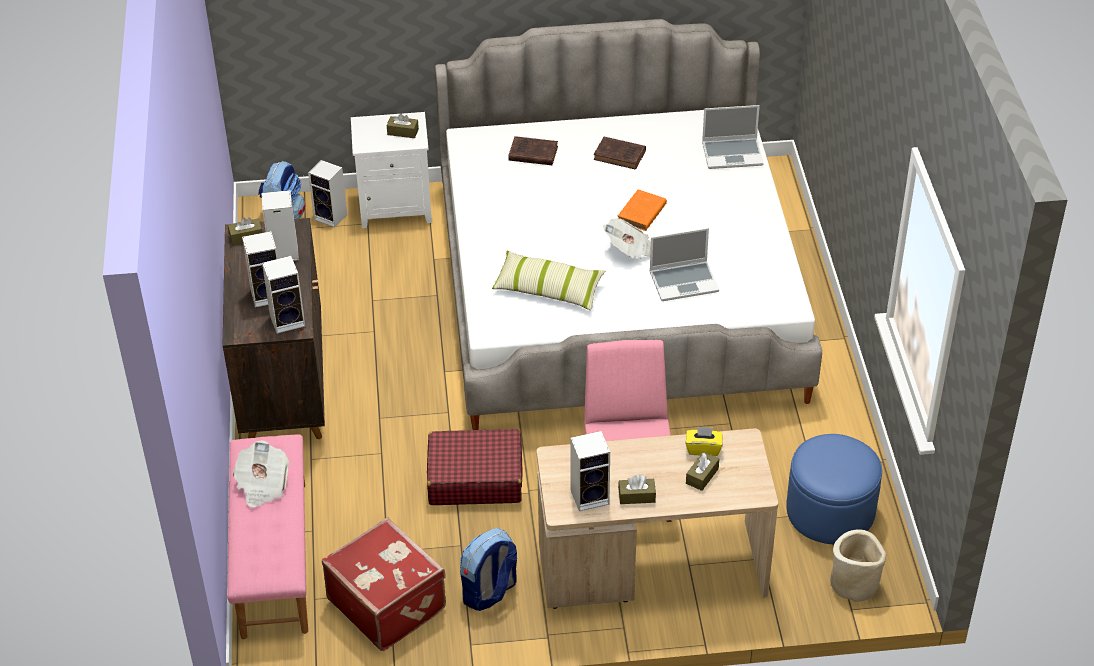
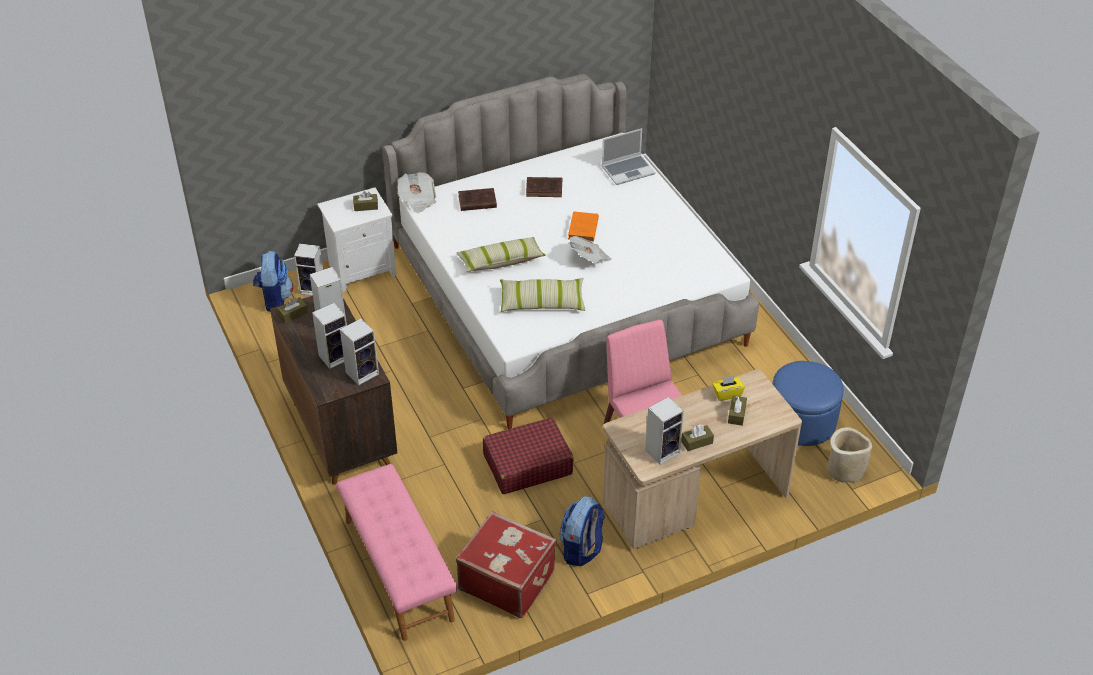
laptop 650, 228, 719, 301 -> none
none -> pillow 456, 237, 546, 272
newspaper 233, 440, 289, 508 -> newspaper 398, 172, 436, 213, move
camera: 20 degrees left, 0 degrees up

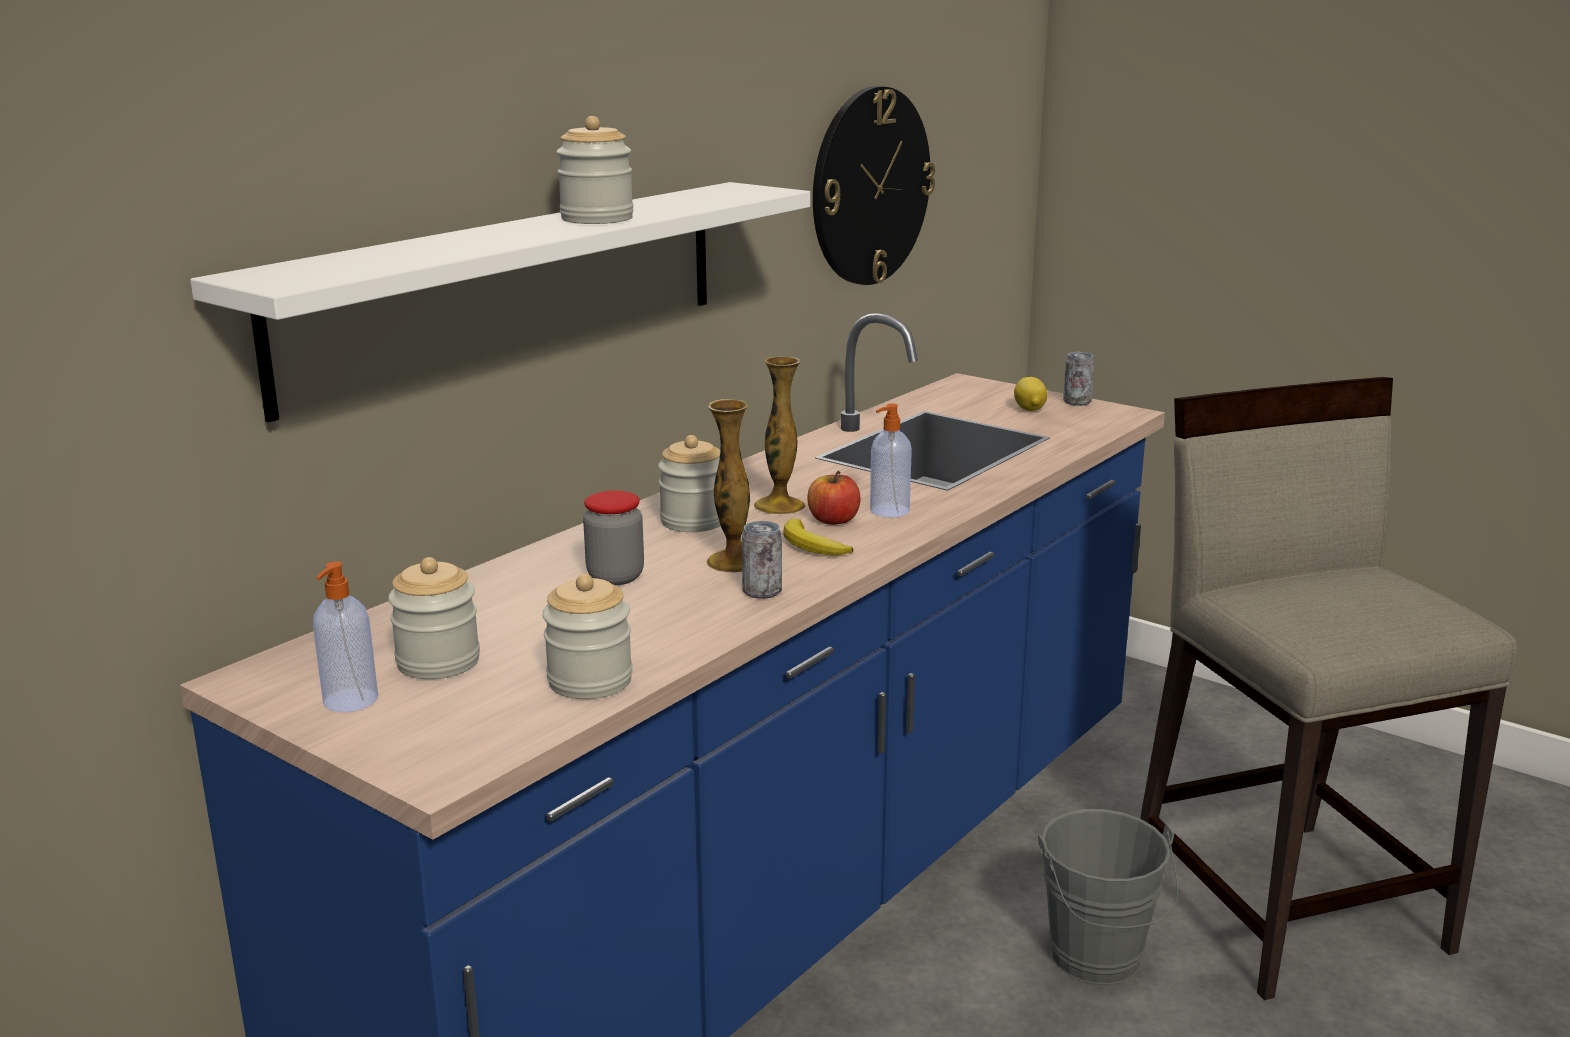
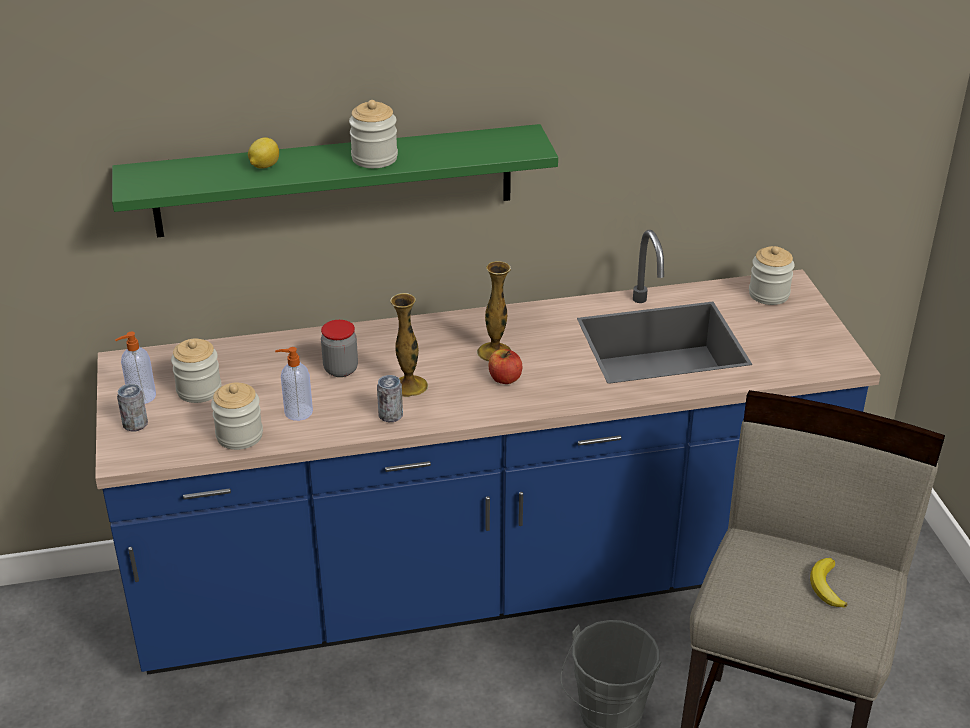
wall clock 813, 86, 935, 285 -> none
jar 658, 435, 721, 532 -> jar 749, 246, 795, 305, move
banana 783, 519, 853, 555 -> banana 810, 558, 848, 608, move
soap dispenser 870, 403, 912, 517 -> soap dispenser 275, 347, 313, 421, move
lemon 1014, 377, 1047, 411 -> lemon 248, 137, 279, 169, move
can 1063, 352, 1095, 406 -> can 117, 384, 148, 431, move
white shelf 190, 182, 810, 423 -> green shelf 112, 124, 558, 238
camera: 40 degrees right, 15 degrees up

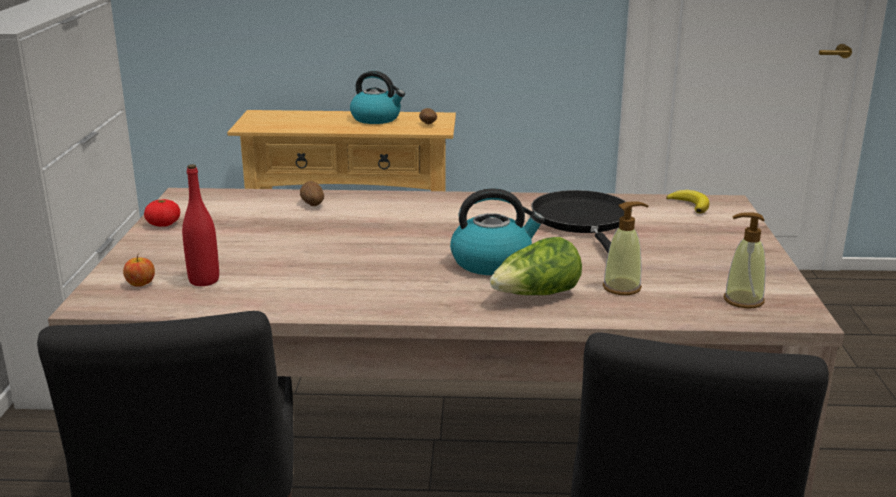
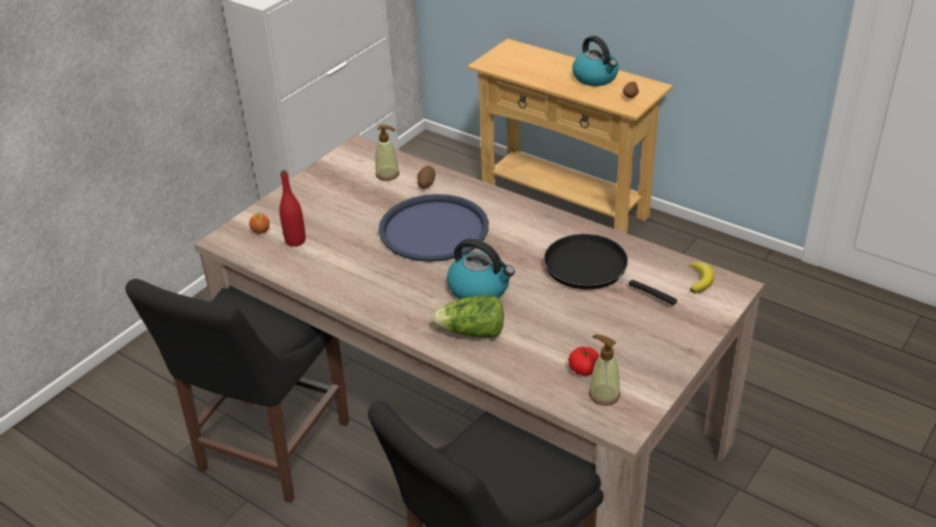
none -> blue tray 379, 194, 489, 262
tomato 144, 199, 180, 227 -> tomato 568, 346, 599, 376, move
soap dispenser 603, 201, 648, 295 -> soap dispenser 375, 125, 399, 181, move
black frying pan 531, 190, 632, 253 -> black frying pan 544, 234, 677, 305, 75 degrees counterclockwise
camera: 35 degrees right, 15 degrees up

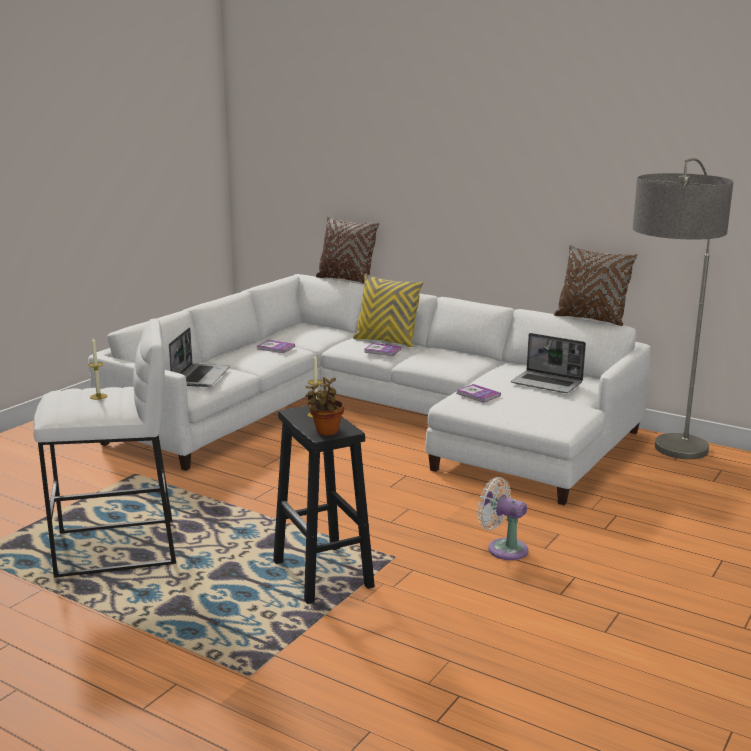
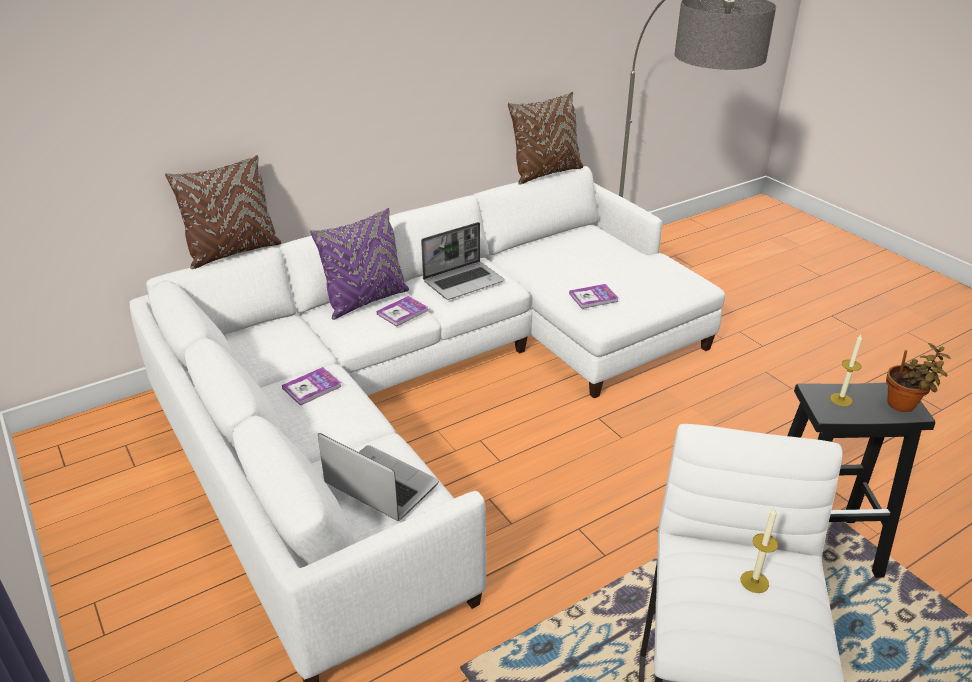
white fan 477, 477, 528, 560 -> none
laptop 511, 333, 586, 393 -> laptop 421, 222, 505, 300, move
yellow pillow 353, 274, 423, 347 -> purple pillow 310, 208, 409, 320
camera: 65 degrees left, 15 degrees up

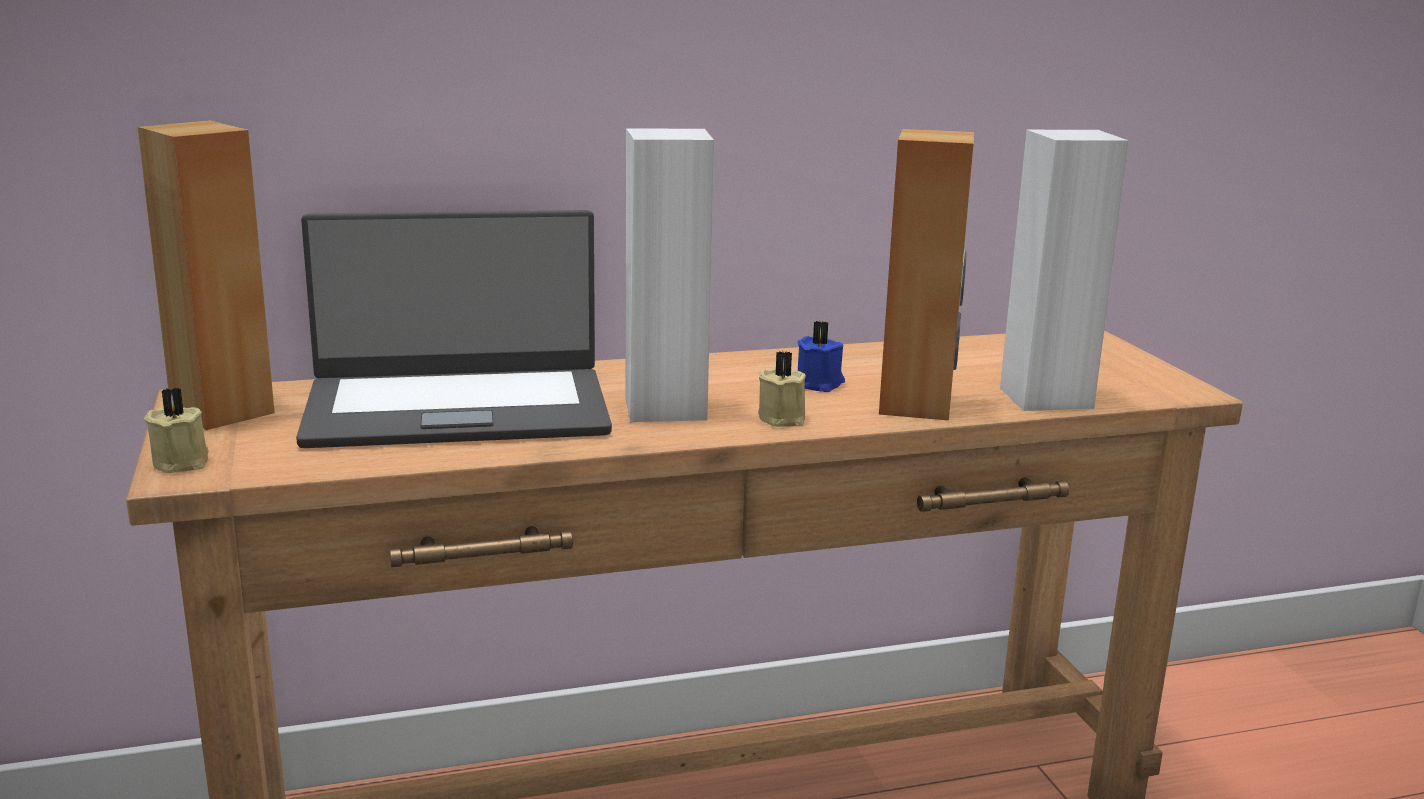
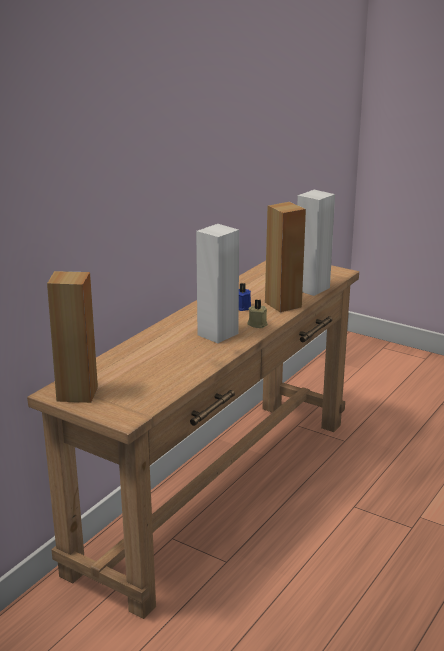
beige candle 144, 387, 209, 473 -> none
laptop 296, 210, 612, 448 -> none
camera: 40 degrees left, 5 degrees up

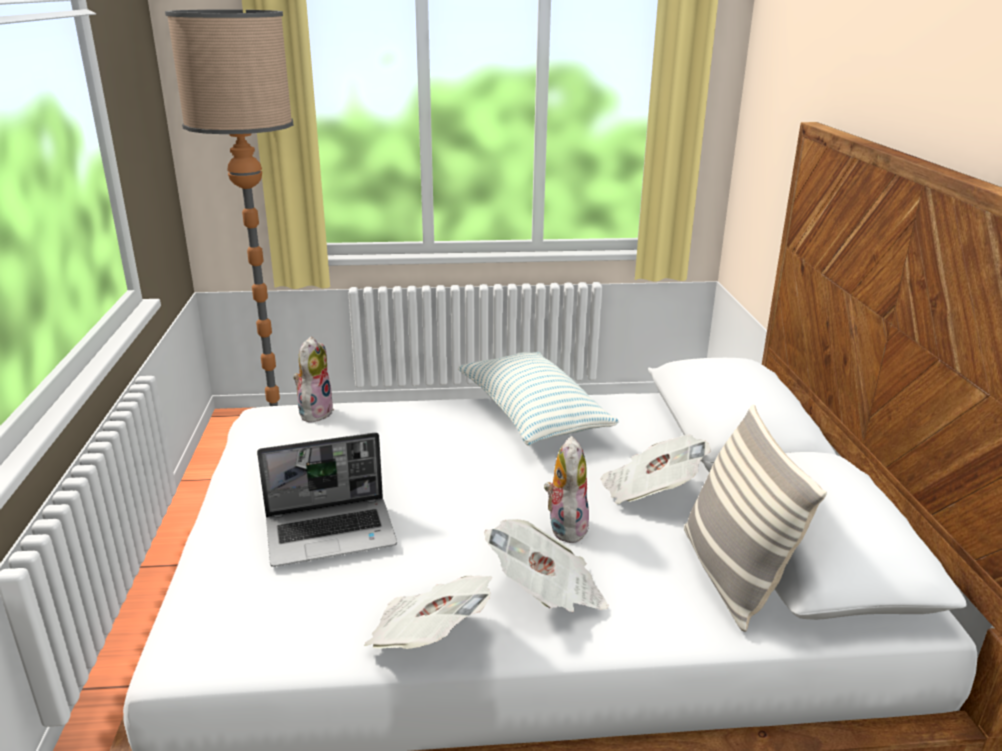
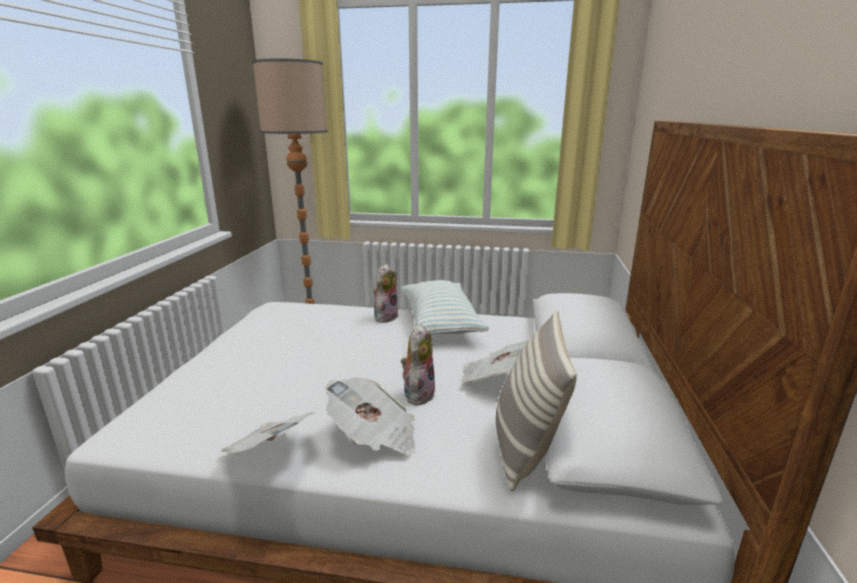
laptop 257, 432, 397, 567 -> none
plush toy 293, 336, 334, 423 -> plush toy 373, 264, 398, 323, move
camera: 15 degrees right, 5 degrees down

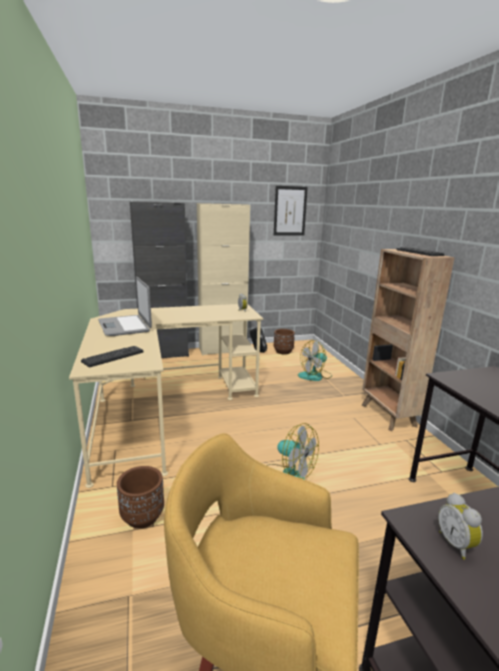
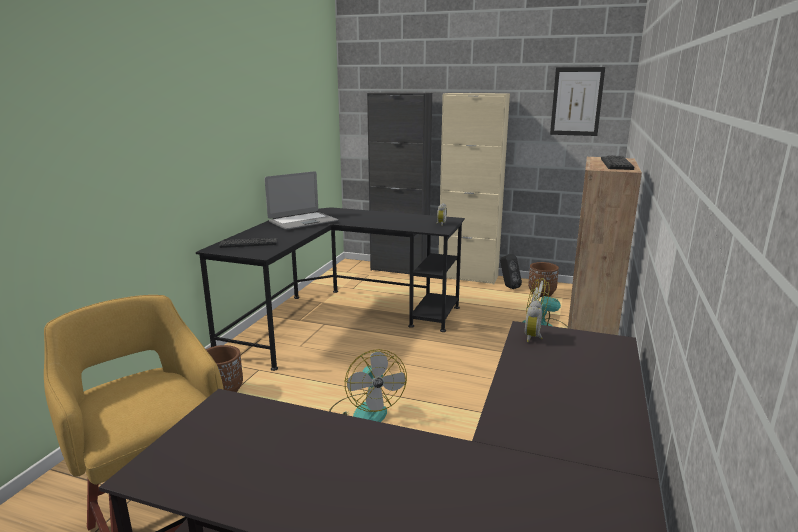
alarm clock 438, 493, 483, 560 -> alarm clock 525, 300, 543, 342, move
beige desk 69, 304, 263, 488 -> black desk 196, 207, 465, 371
laptop 98, 277, 152, 336 -> laptop 265, 171, 338, 229, 135 degrees counterclockwise
camera: 35 degrees right, 0 degrees up

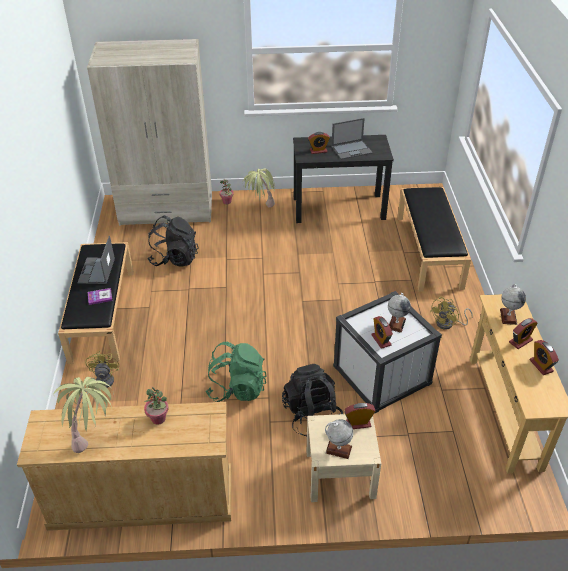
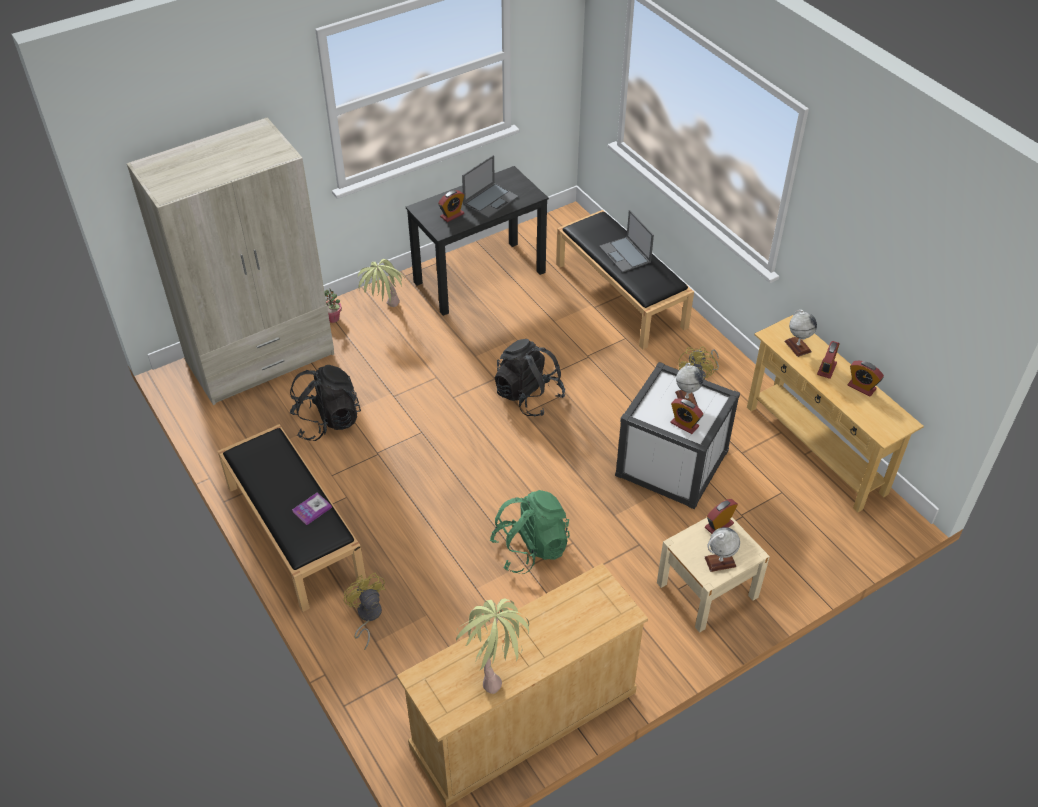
potted plant 144, 387, 169, 425 -> none
laptop 77, 236, 115, 284 -> laptop 599, 210, 654, 273, move
black backpack 282, 364, 343, 436 -> black backpack 495, 339, 565, 417, move
camera: 30 degrees left, 5 degrees up

